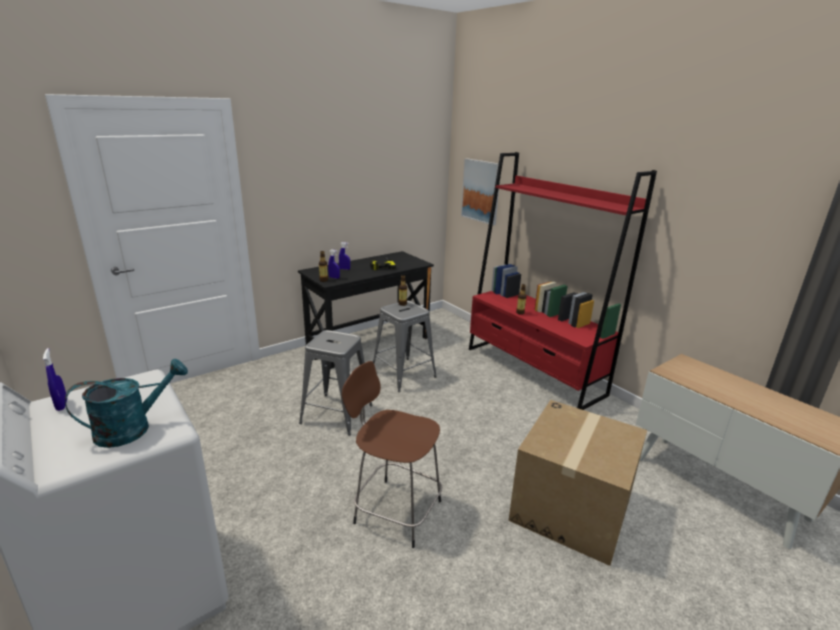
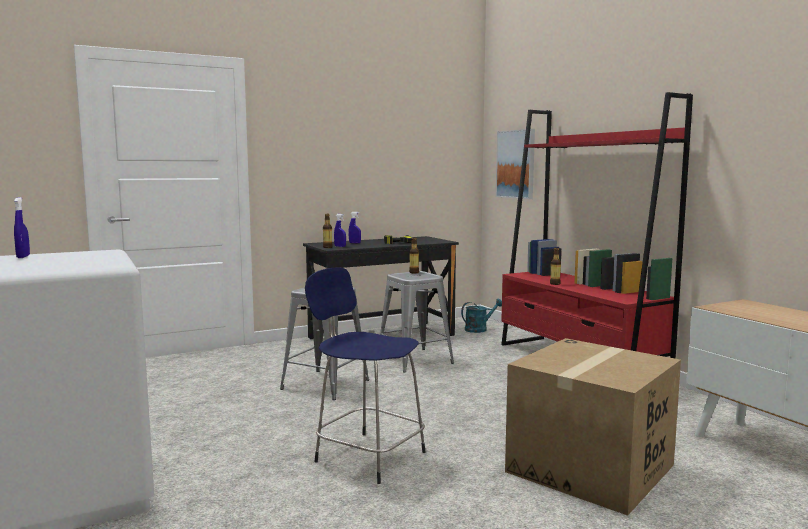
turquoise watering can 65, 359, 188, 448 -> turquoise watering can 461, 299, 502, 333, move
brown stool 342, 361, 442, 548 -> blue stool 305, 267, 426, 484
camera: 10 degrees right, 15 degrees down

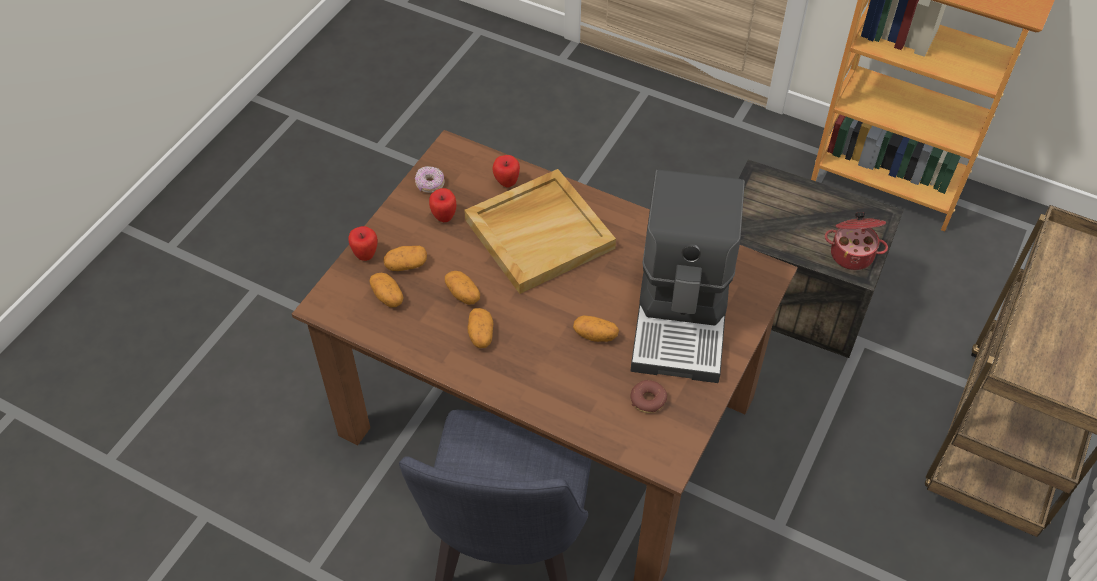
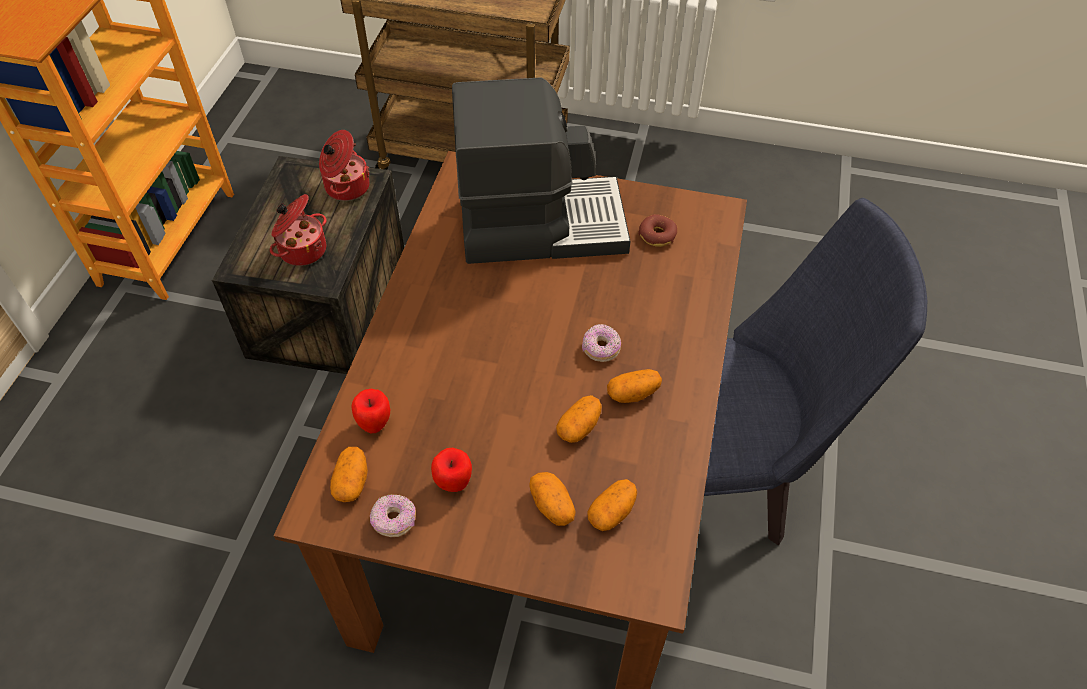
apple 349, 226, 378, 261 -> none
beige tray 464, 169, 616, 294 -> none
none -> cooking pot 270, 194, 327, 266
none -> donut 582, 324, 621, 362
potato 573, 315, 619, 342 -> potato 330, 447, 368, 502, move
camera: 105 degrees left, 0 degrees up

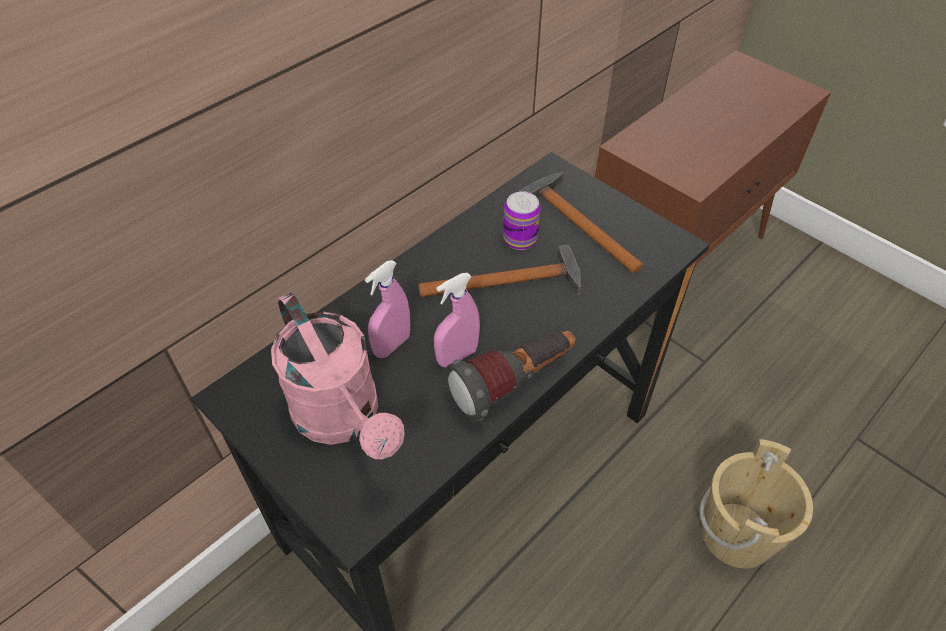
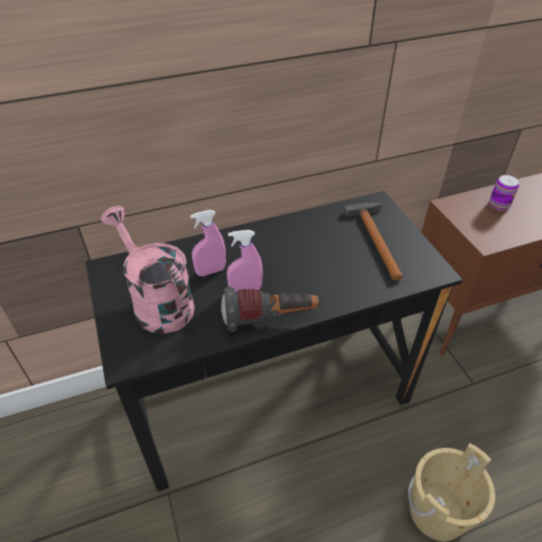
hammer 418, 245, 581, 297 -> none
can 503, 191, 541, 250 -> can 489, 175, 519, 210, move
pink watering can 271, 292, 405, 459 -> pink watering can 101, 206, 195, 334, 150 degrees clockwise
camera: 25 degrees right, 5 degrees down

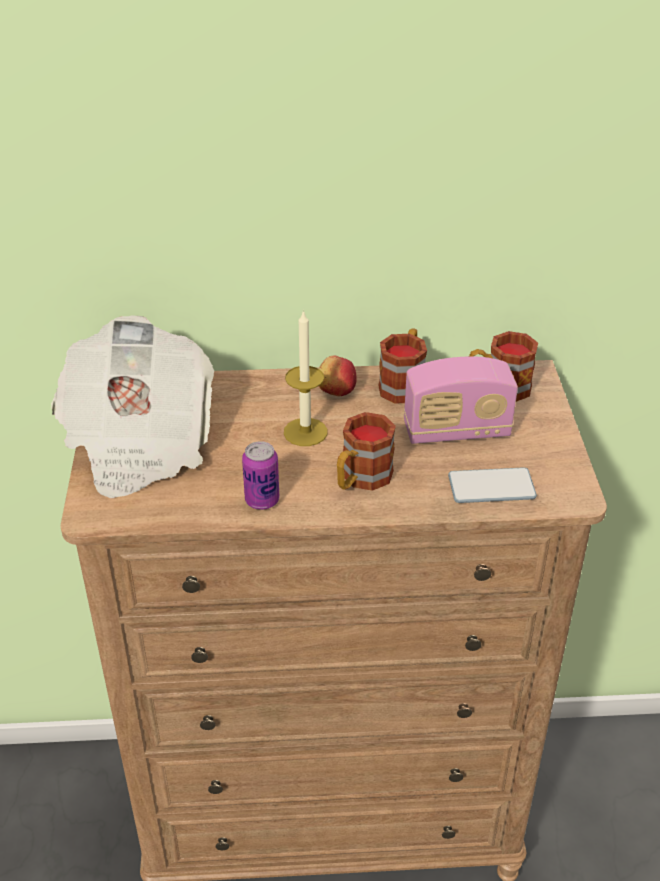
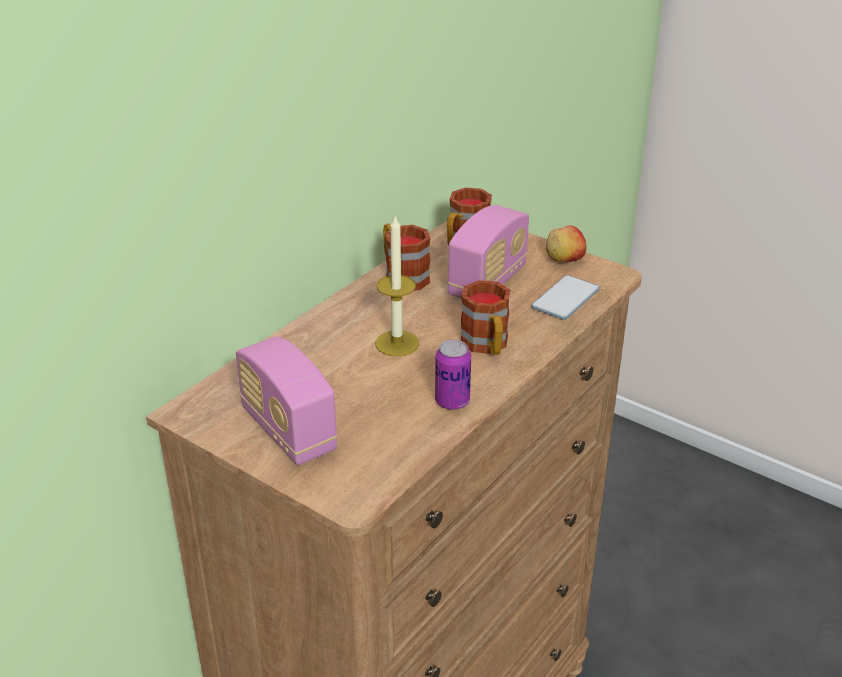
apple 318, 356, 357, 396 -> apple 546, 225, 587, 262, move
newspaper 51, 315, 214, 498 -> radio 236, 337, 337, 465
camera: 50 degrees left, 5 degrees down

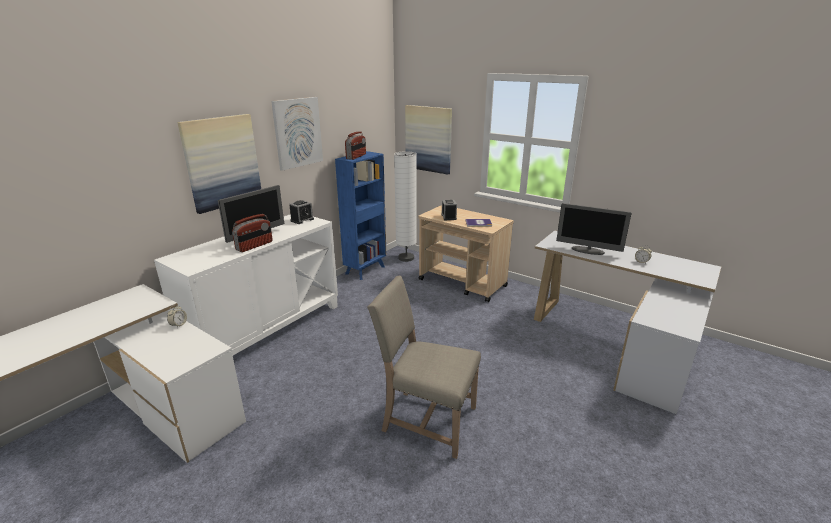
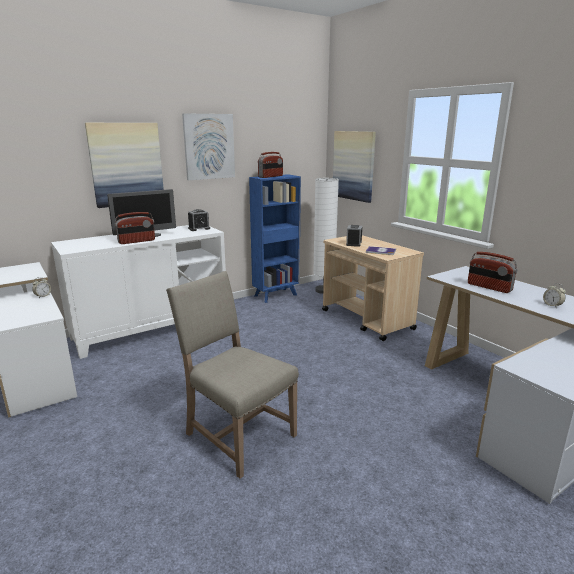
monitor 556, 203, 632, 255 -> radio 468, 252, 517, 293
camera: 20 degrees right, 5 degrees down

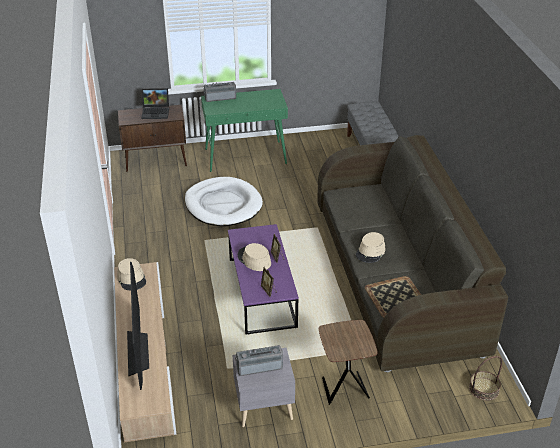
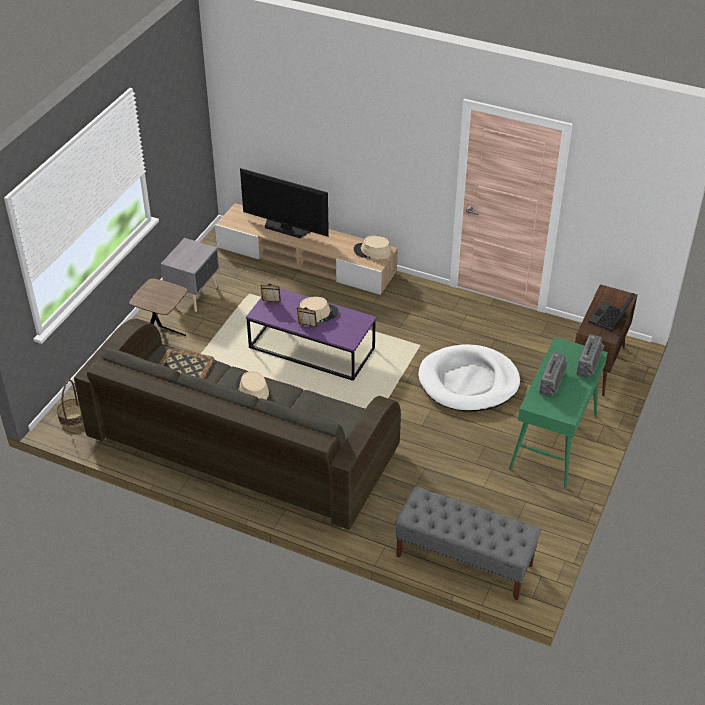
radio 235, 345, 283, 376 -> radio 539, 352, 568, 397, move
camera: 125 degrees right, 5 degrees up

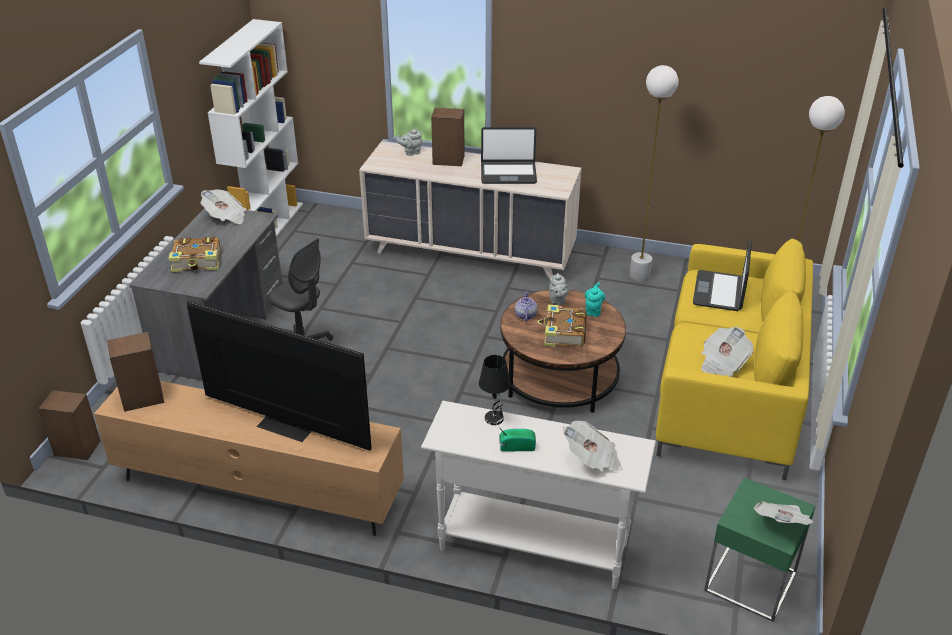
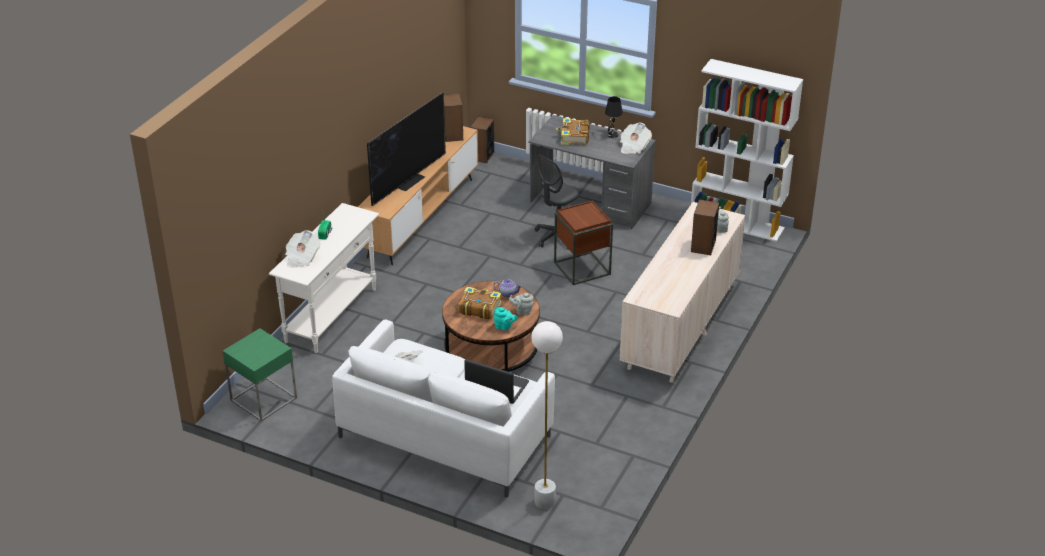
laptop 481, 127, 537, 184 -> none
white floor lamp 630, 65, 679, 281 -> none
newspaper 753, 501, 814, 525 -> none
none -> brown side table 554, 201, 613, 285
black table lamp 479, 355, 511, 425 -> black table lamp 605, 96, 623, 138, move
yellow sofa 656, 239, 813, 480 -> white sofa 332, 319, 555, 498
camera: 100 degrees right, 0 degrees up

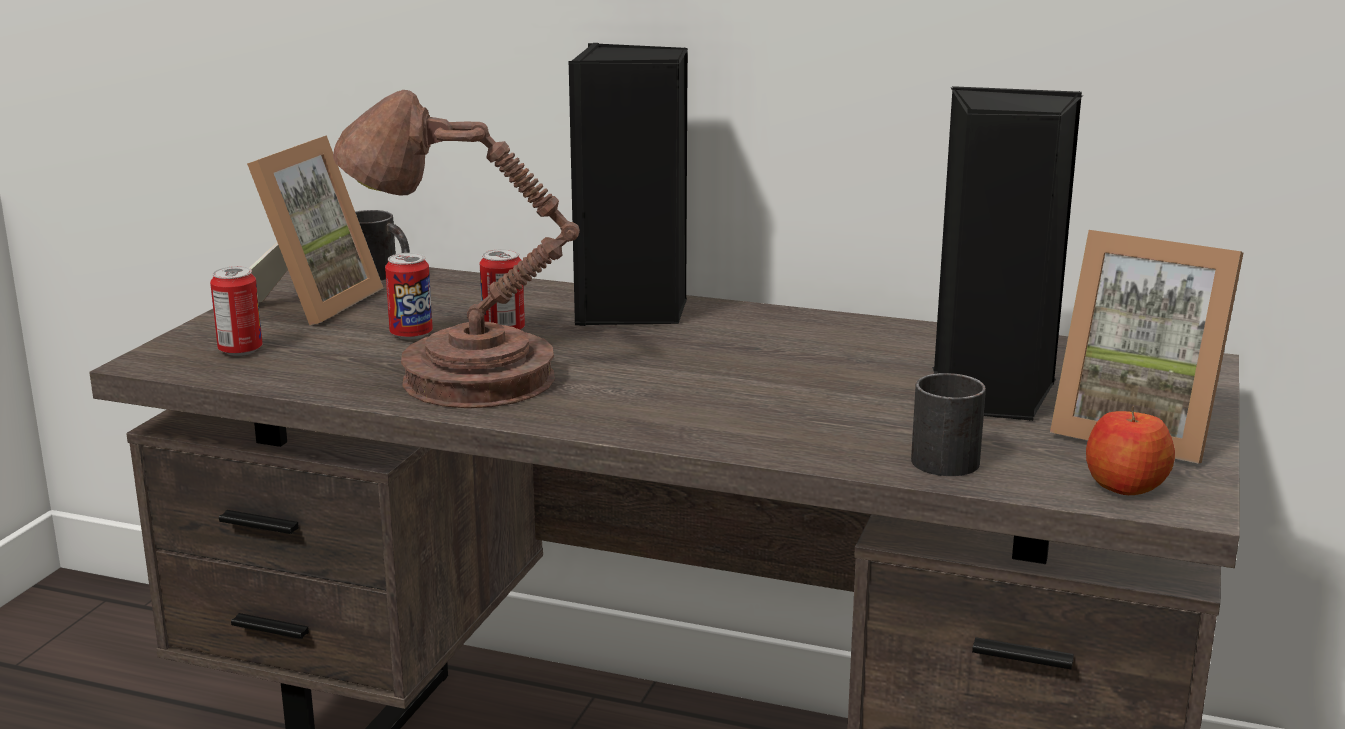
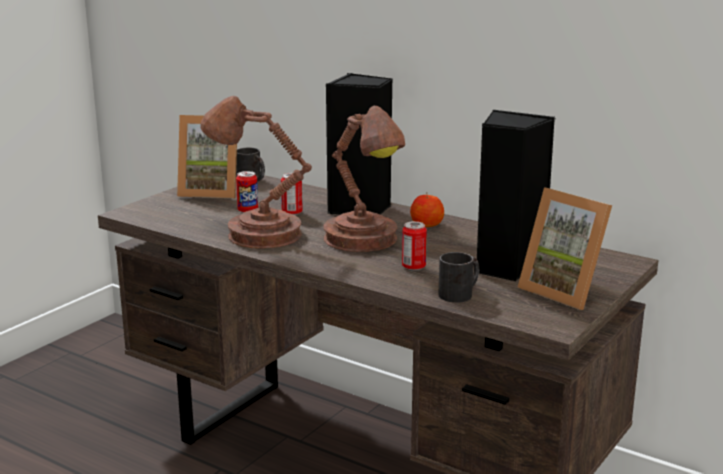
none -> brown table lamp 324, 106, 405, 252
can 210, 266, 263, 356 -> can 402, 221, 427, 271, move
apple 1086, 406, 1175, 495 -> apple 410, 195, 444, 227, move
picture frame 247, 135, 383, 325 -> picture frame 177, 115, 237, 198, 60 degrees clockwise
camera: 15 degrees right, 0 degrees up

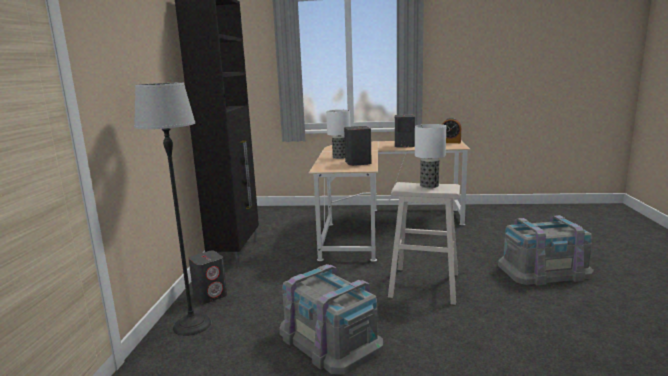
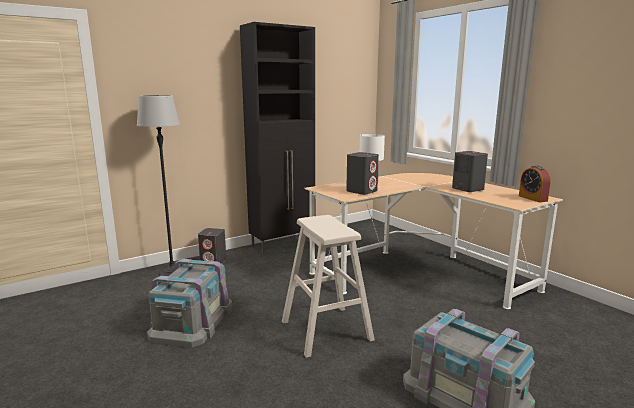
table lamp 415, 124, 446, 188 -> none
camera: 50 degrees right, 0 degrees up

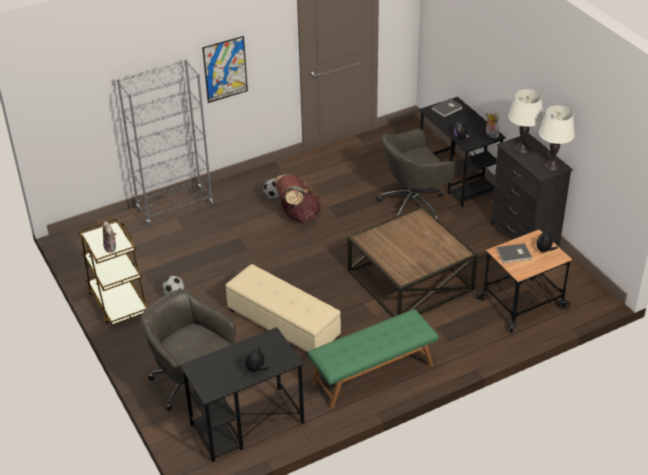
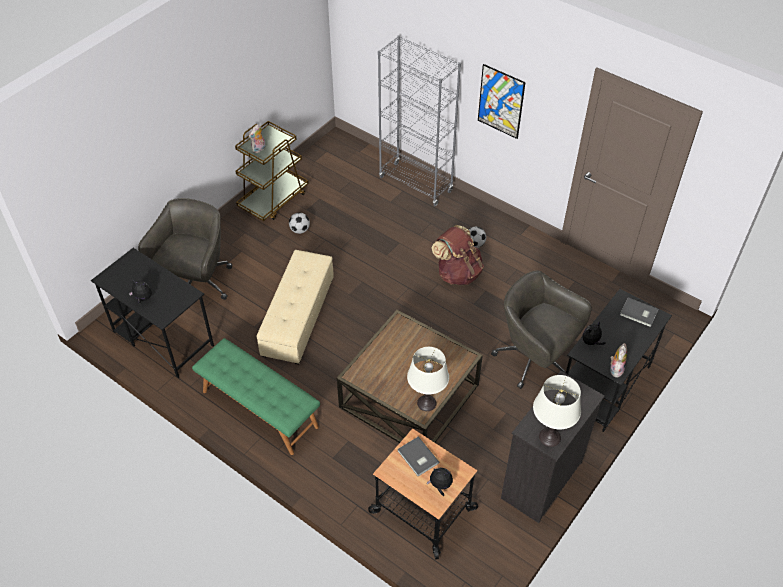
white table lamp 508, 89, 543, 154 -> white table lamp 407, 347, 449, 411, move
camera: 65 degrees right, 10 degrees up

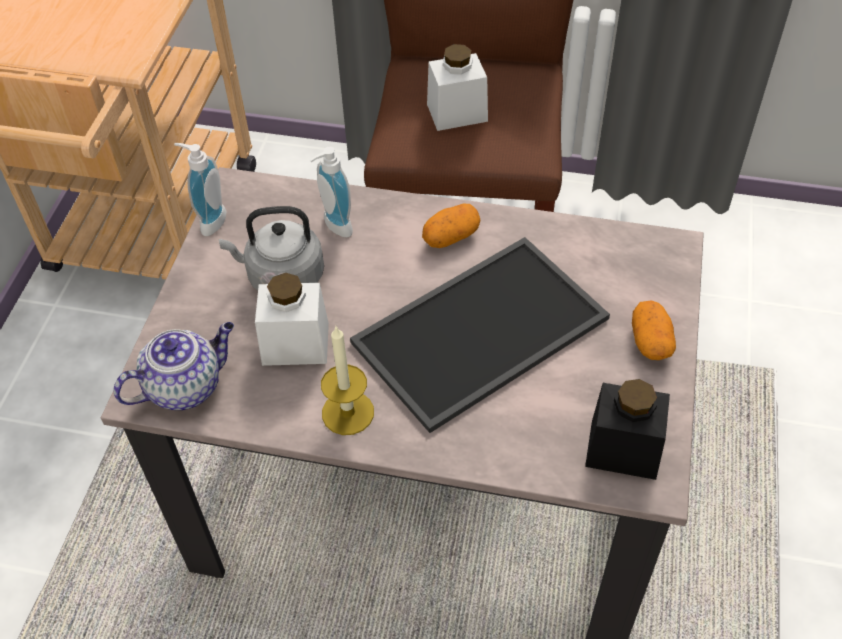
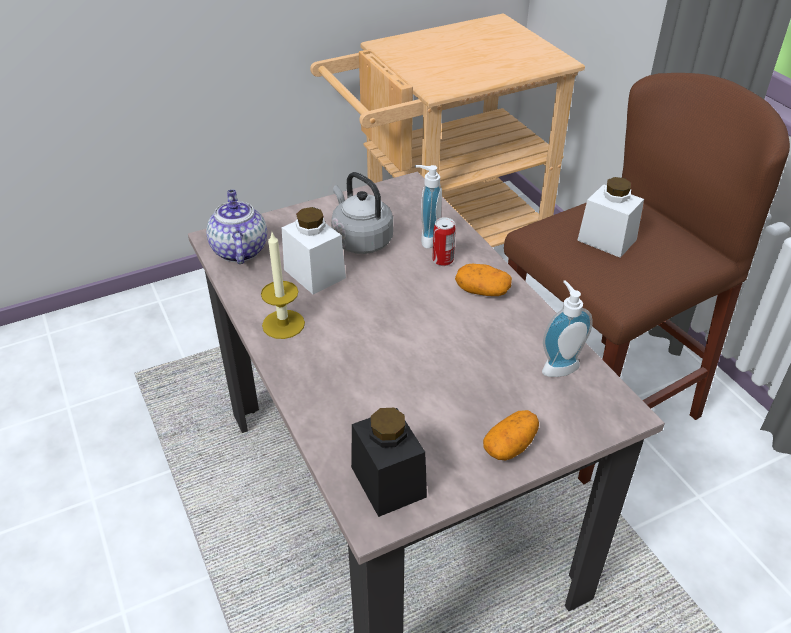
tray 350, 237, 610, 433 -> none
none -> can 432, 217, 456, 266
soap dispenser 174, 143, 226, 236 -> soap dispenser 542, 280, 593, 377, move
teapot 113, 322, 234, 410 -> teapot 206, 190, 267, 264, 120 degrees counterclockwise
camera: 50 degrees right, 10 degrees down

